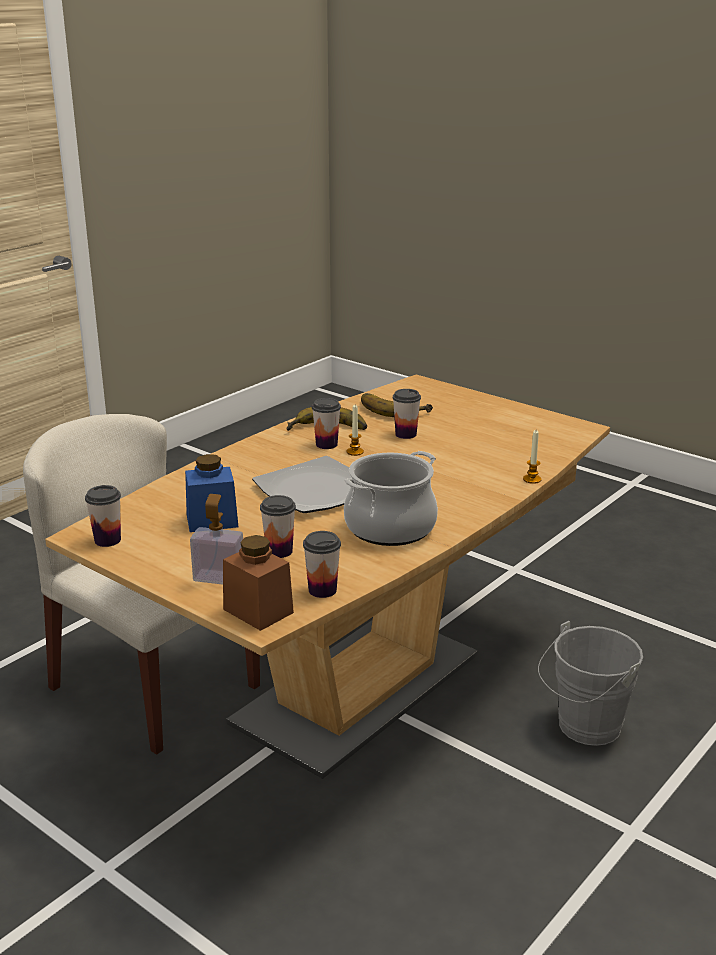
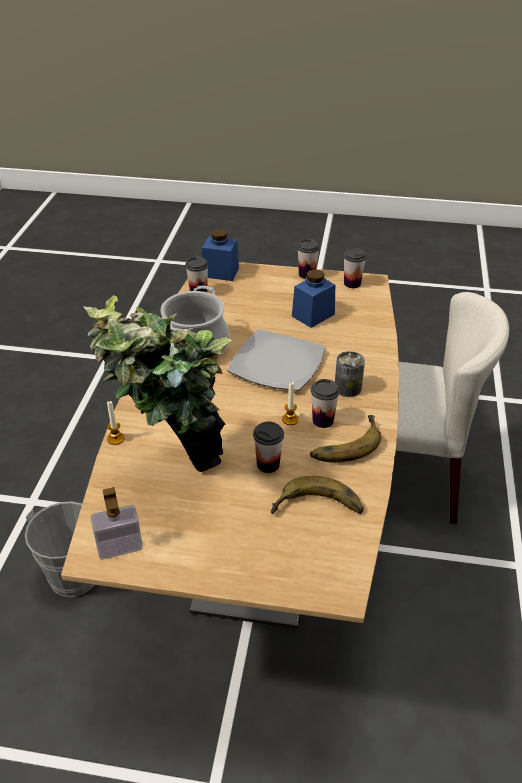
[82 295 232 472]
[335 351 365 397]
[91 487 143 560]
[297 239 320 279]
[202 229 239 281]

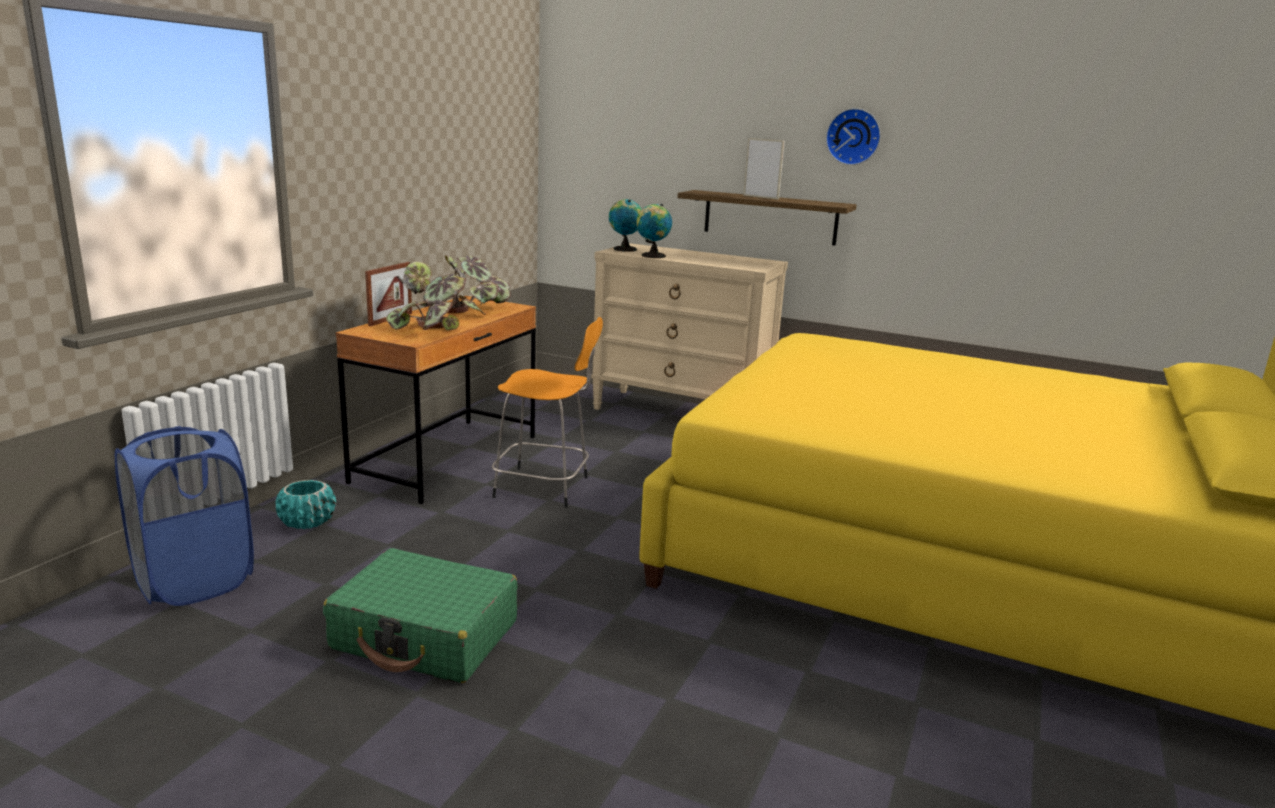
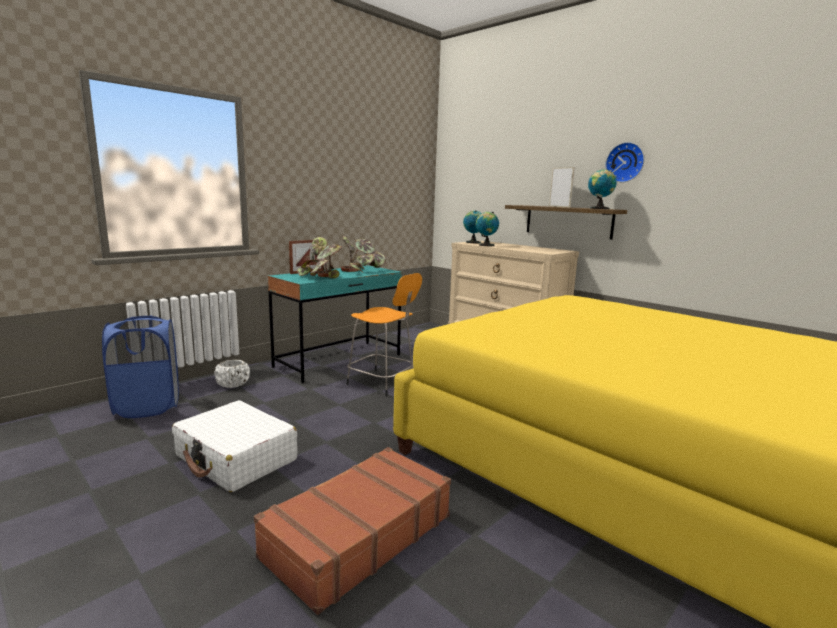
[254 447 451 615]
[588 170 617 209]
[214 359 250 388]
[172 400 297 492]
[268 265 402 383]

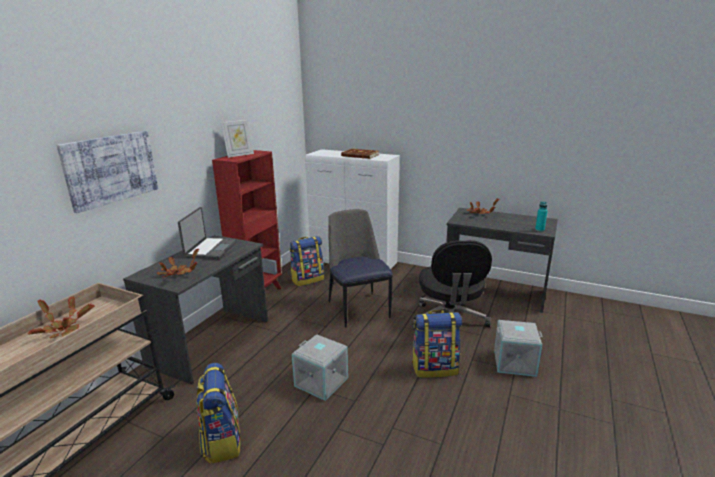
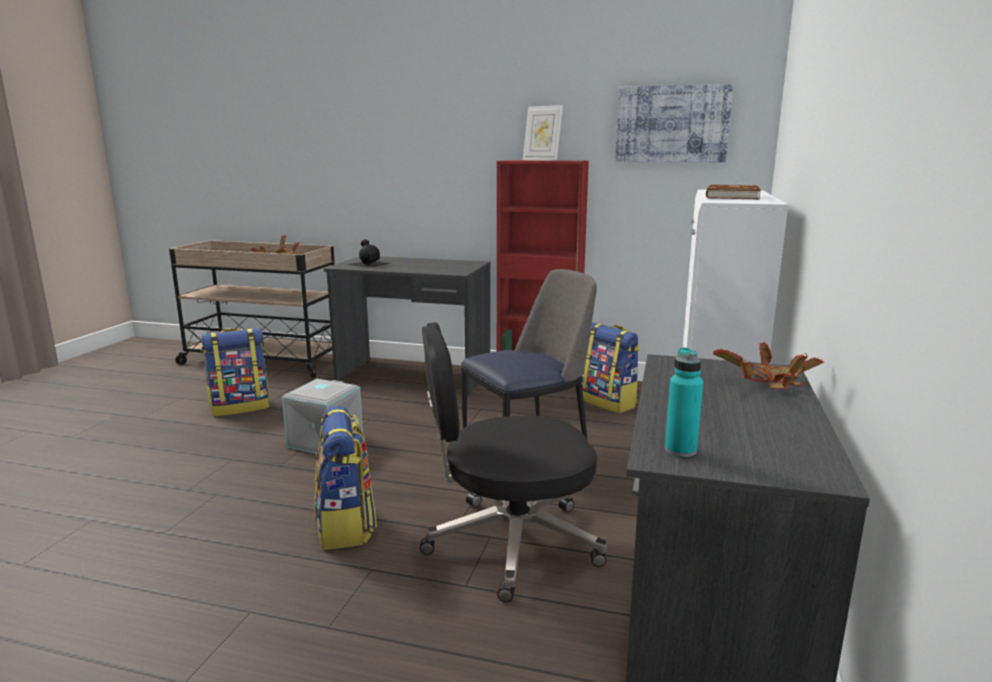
[178 207 237 259] (first image)
[494 320 543 377] (first image)
[615 84 733 162]
[347 239 391 268]

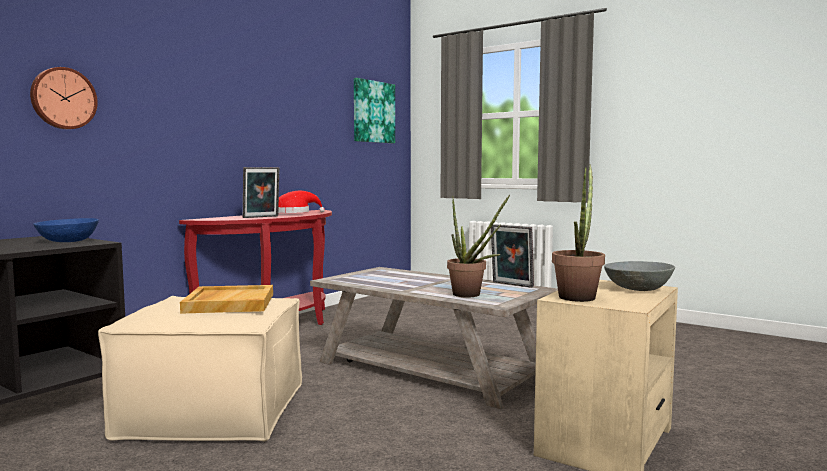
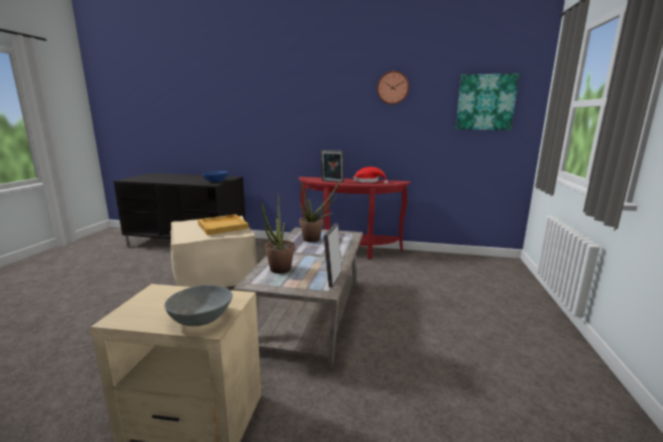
[377 71 409 105]
[299 178 342 242]

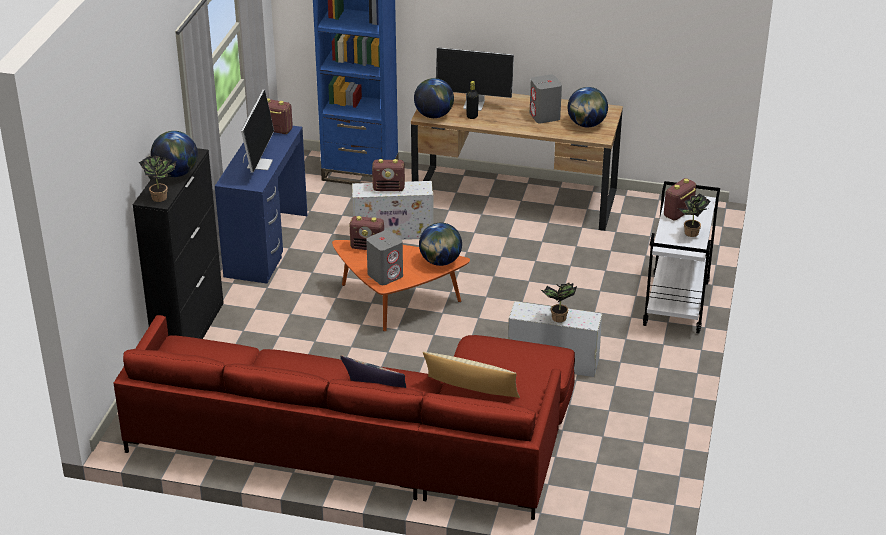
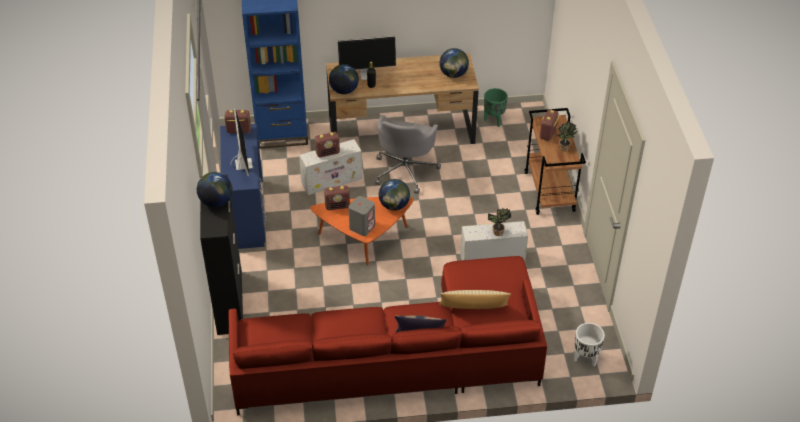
[139 156 176 202] (first image)
[530 75 562 123] (first image)
[375 115 441 194]
[484 88 508 127]
[573 323 605 366]
[525 108 586 215]

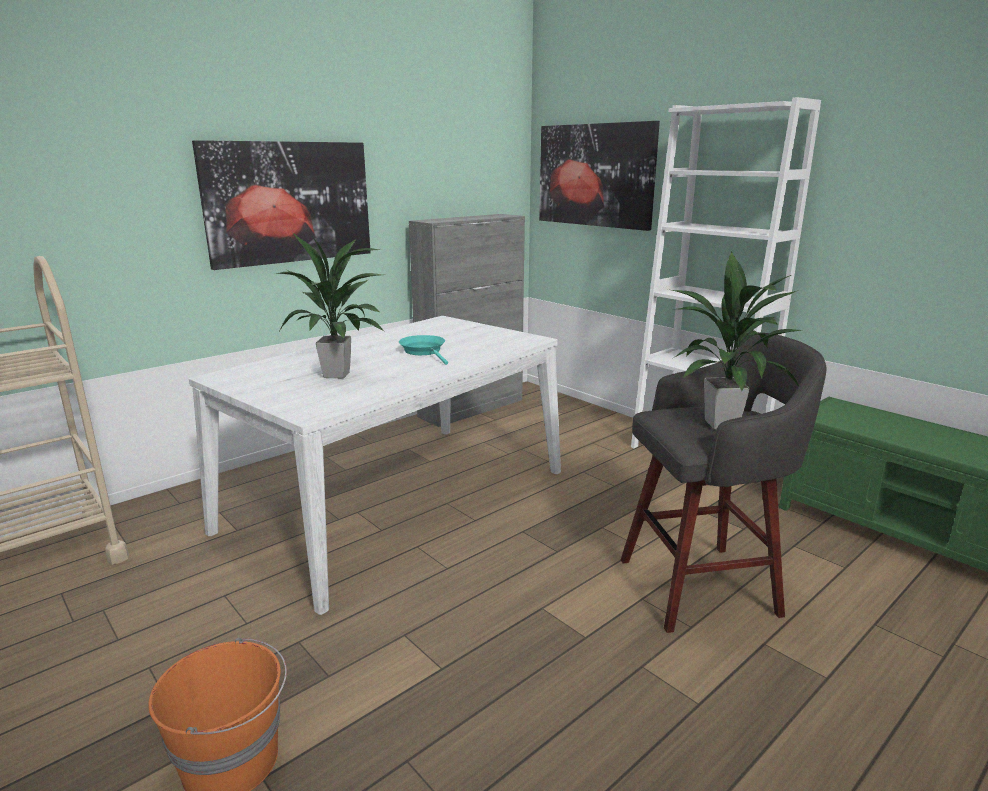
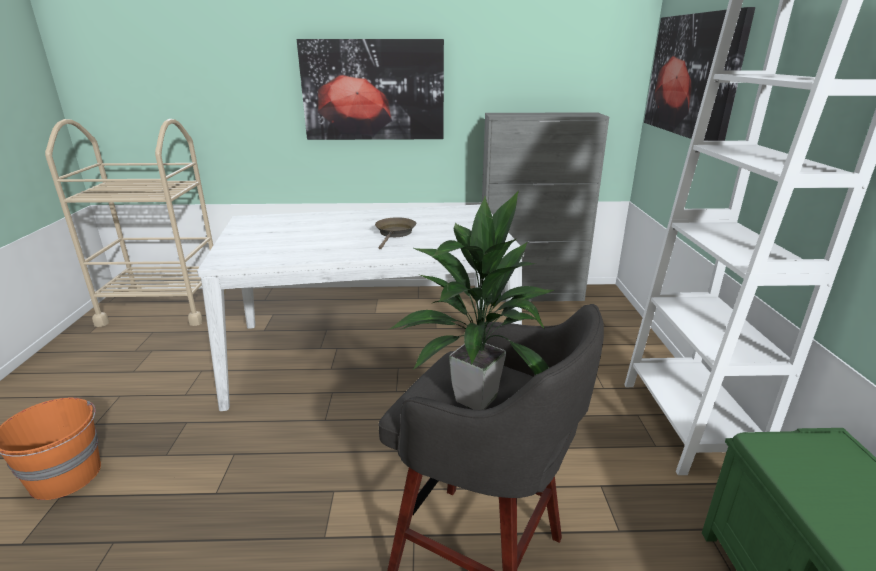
[276 233 384 378] (first image)
[375 217 416 249]

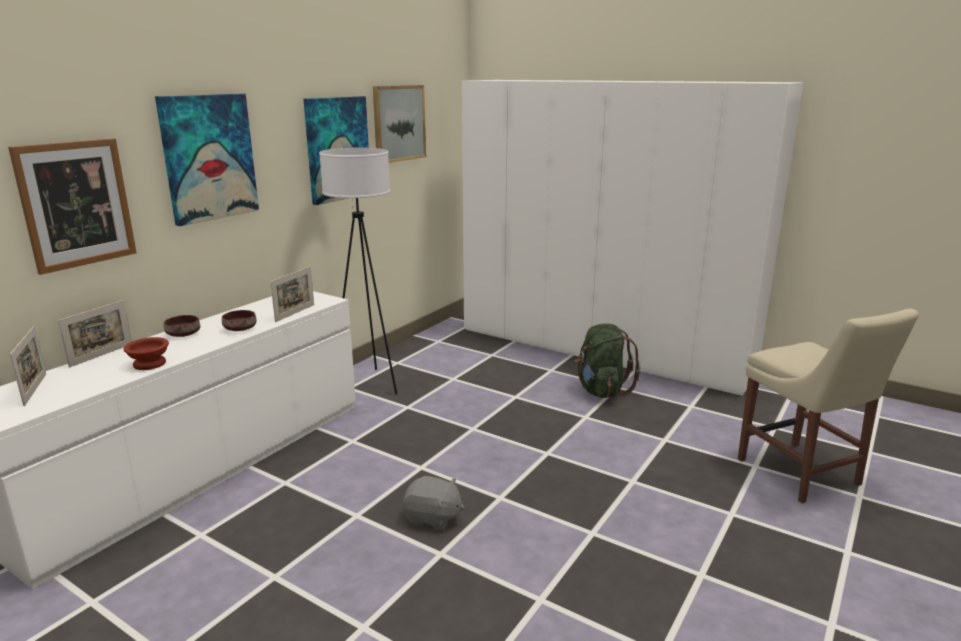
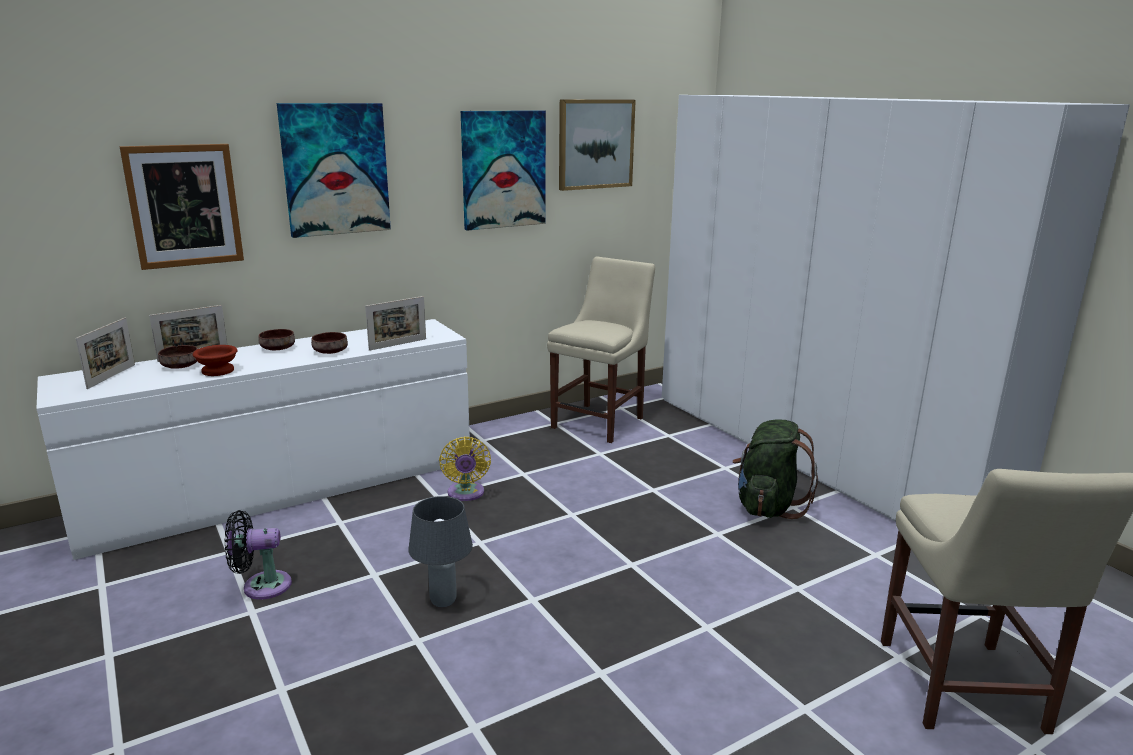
[319 148 397 395] (first image)
[158 345 198 369]
[225 510 292 600]
[439 437 491 501]
[547 257 655 443]
[408 496 473 607]

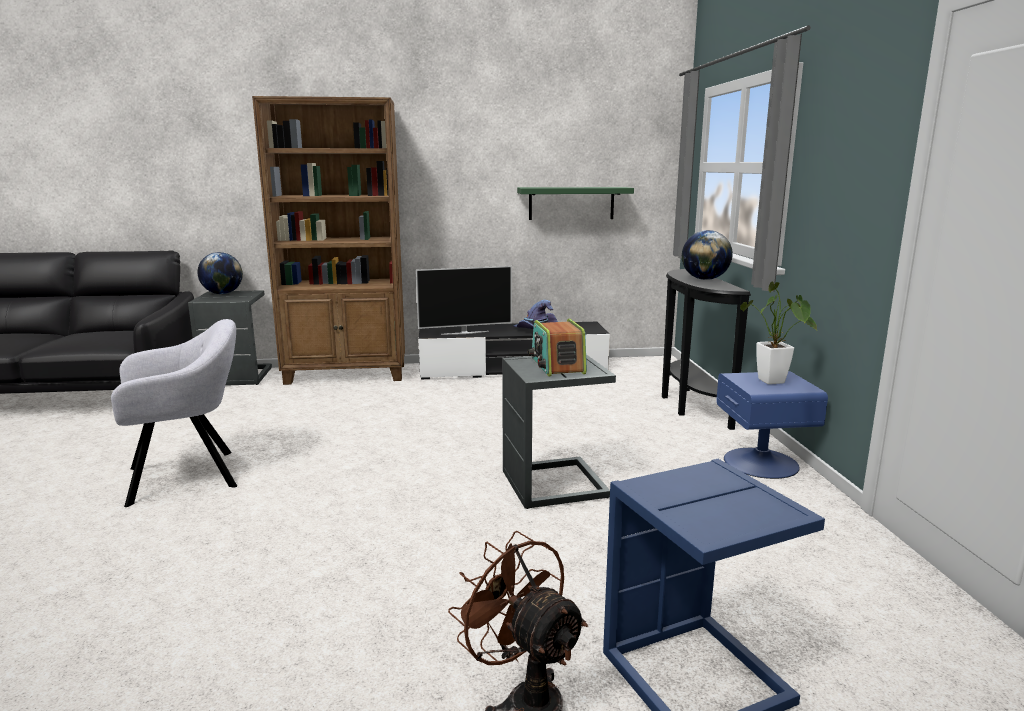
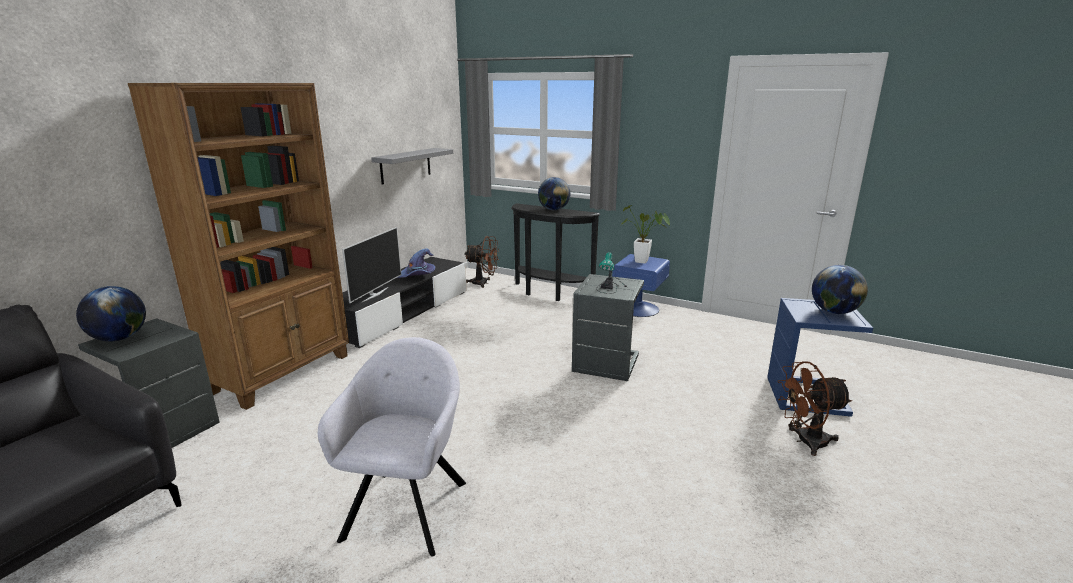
[465 236 499 288]
[812 265 868 314]
[596 252 627 294]
[371 148 453 185]

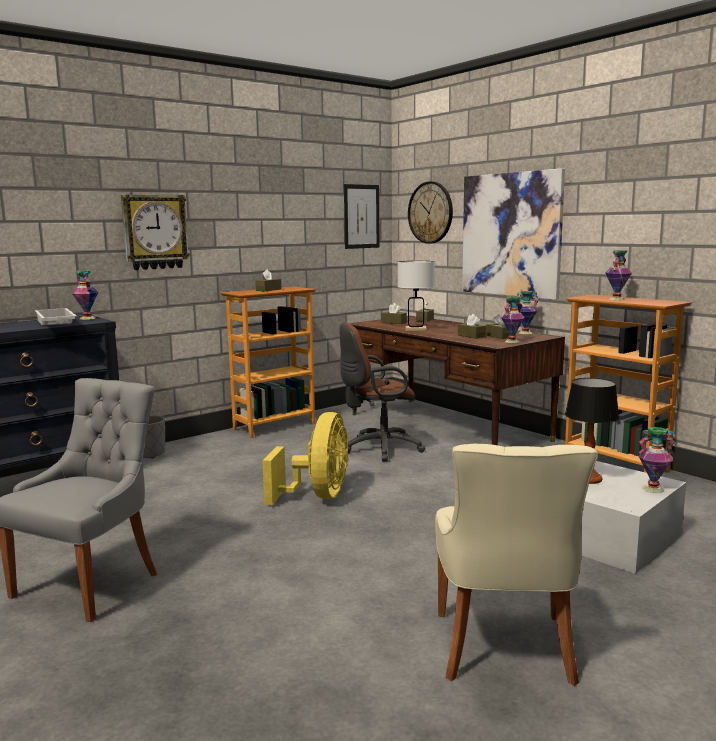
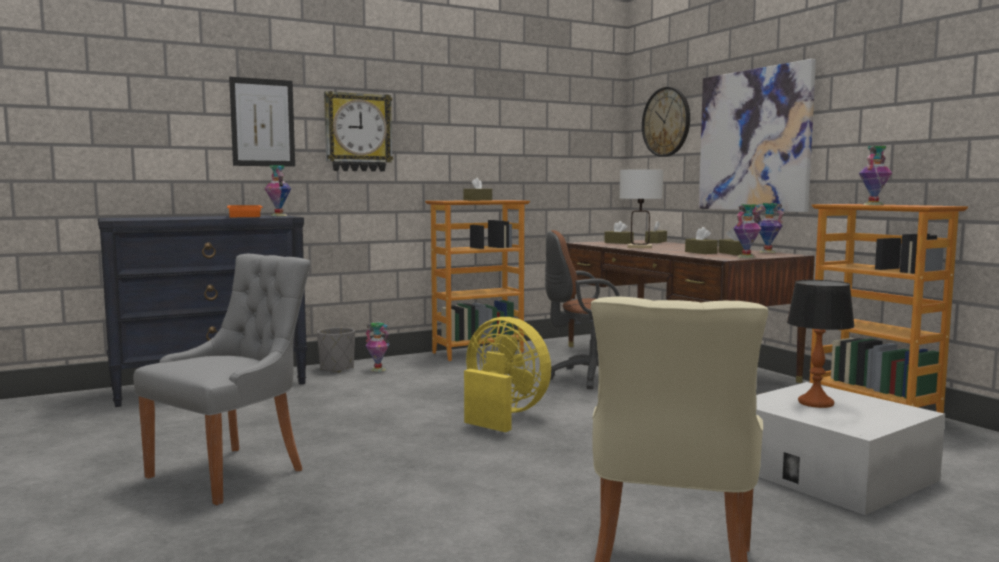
[229 77 295 167]
[365 323 389 372]
[227 205 263 217]
[464 317 551 432]

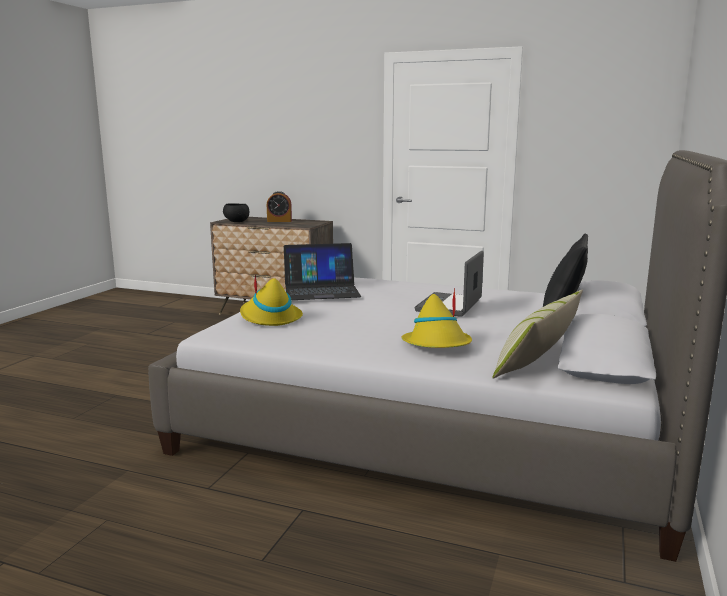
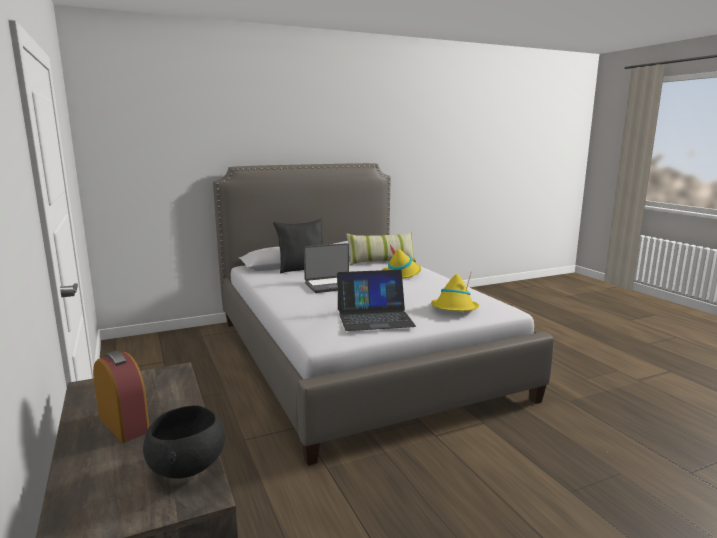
[337 270 416 331]

